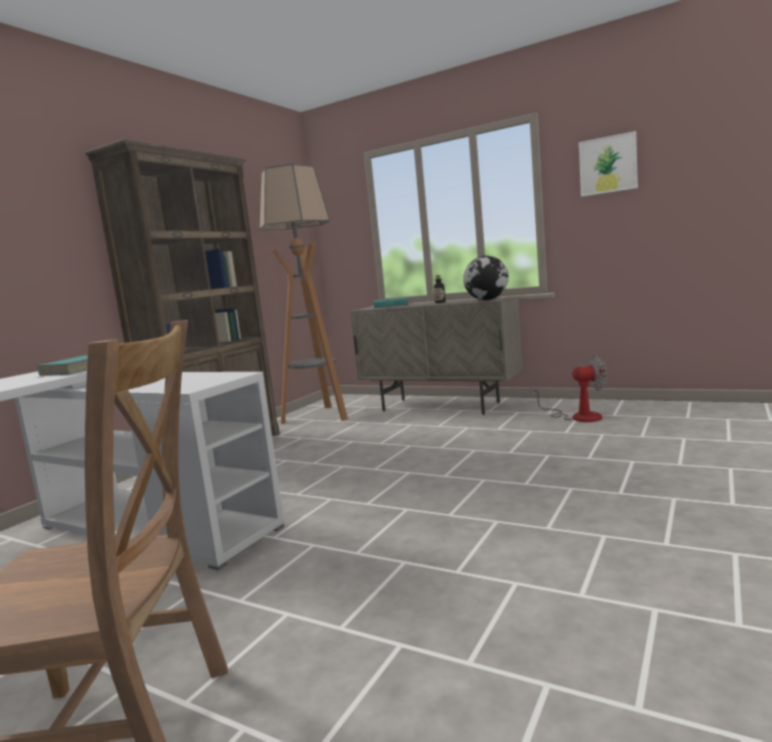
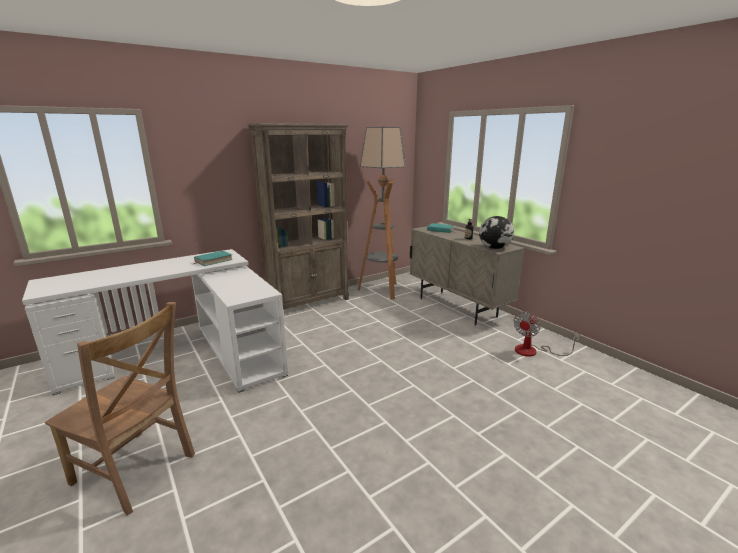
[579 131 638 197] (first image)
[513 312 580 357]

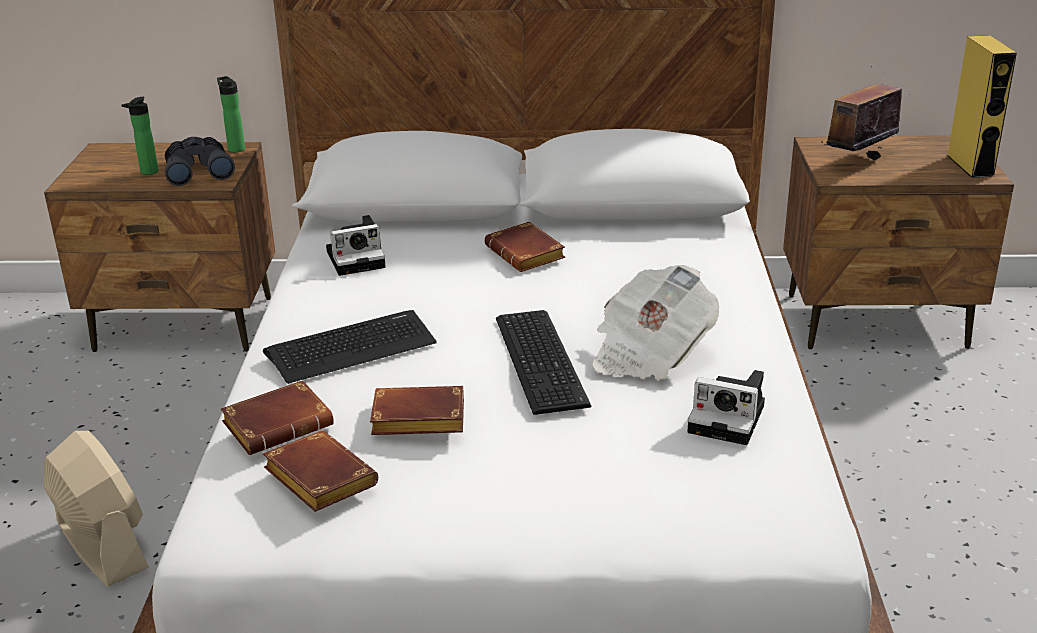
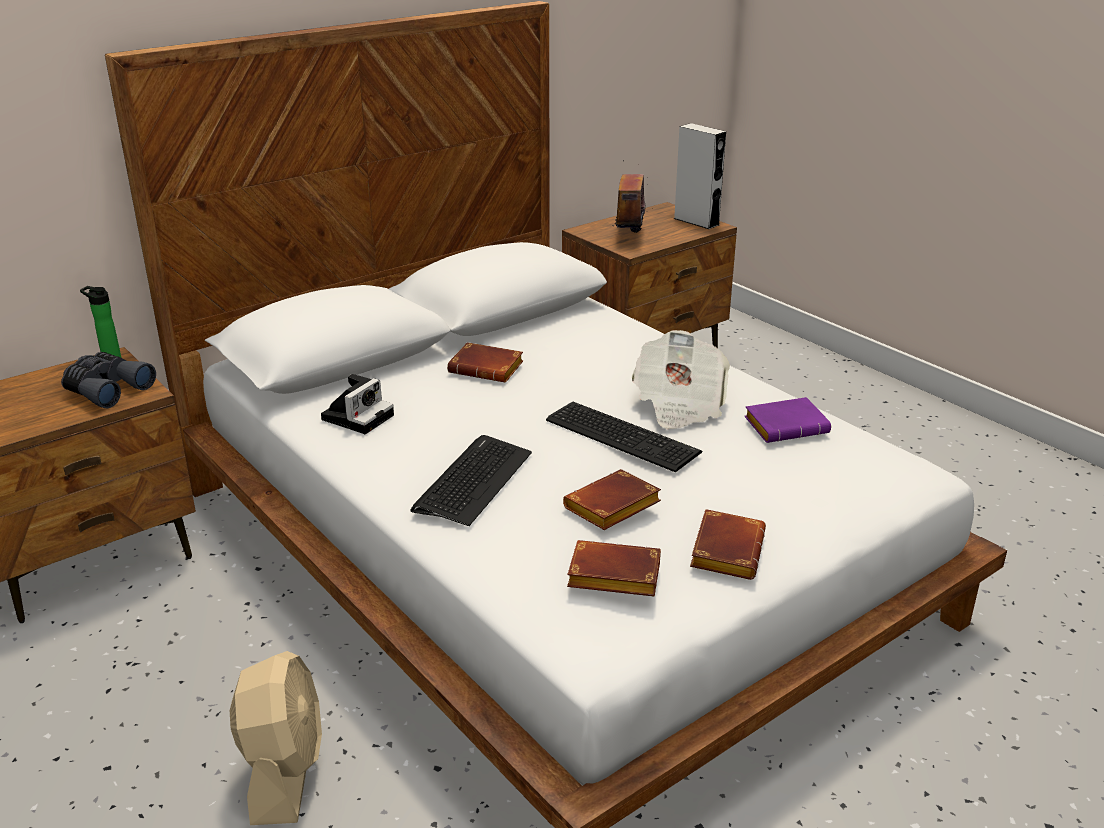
[122 97 158 175] (first image)
[690 509 766 580]
[744 397 831 443]
[673 123 726 229]
[230 651 322 825]

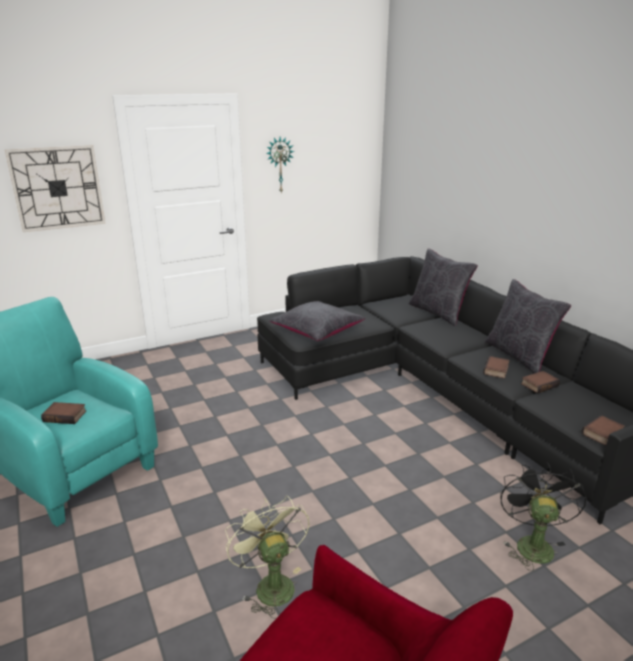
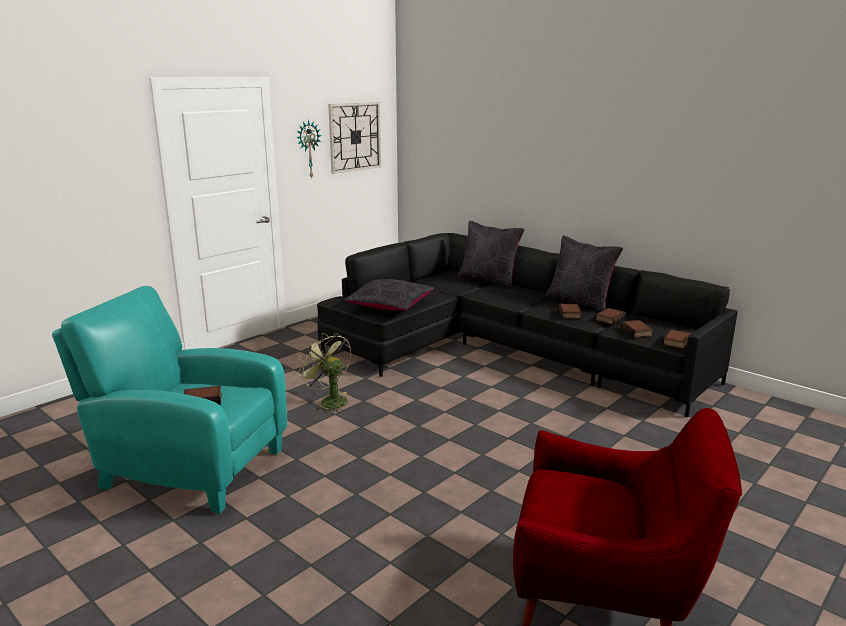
[500 462 587 571] (first image)
[621 320 653 338]
[328 102 381 174]
[298 333 351 413]

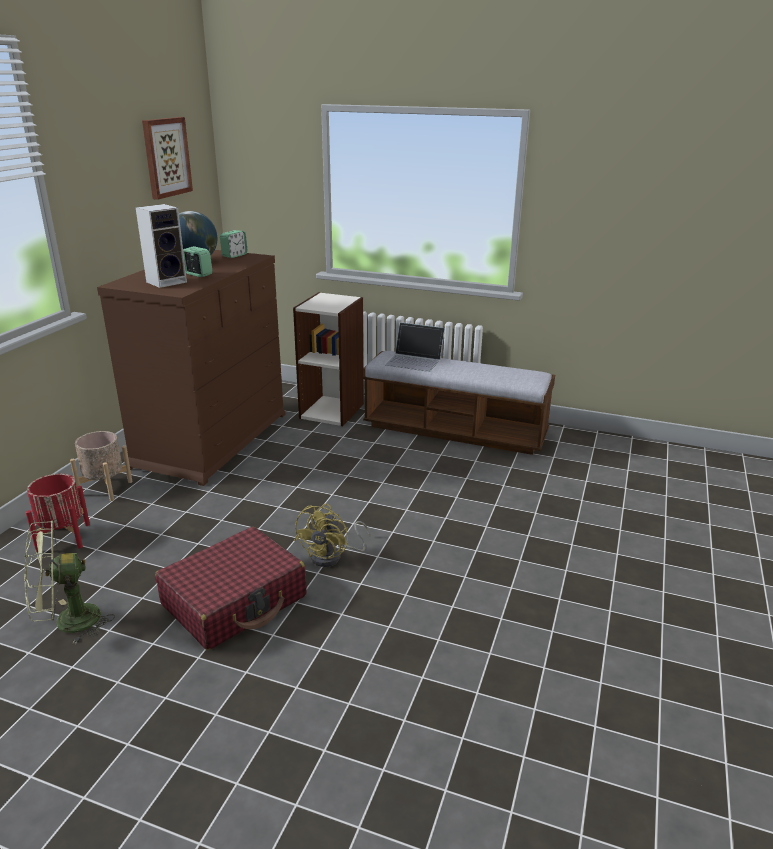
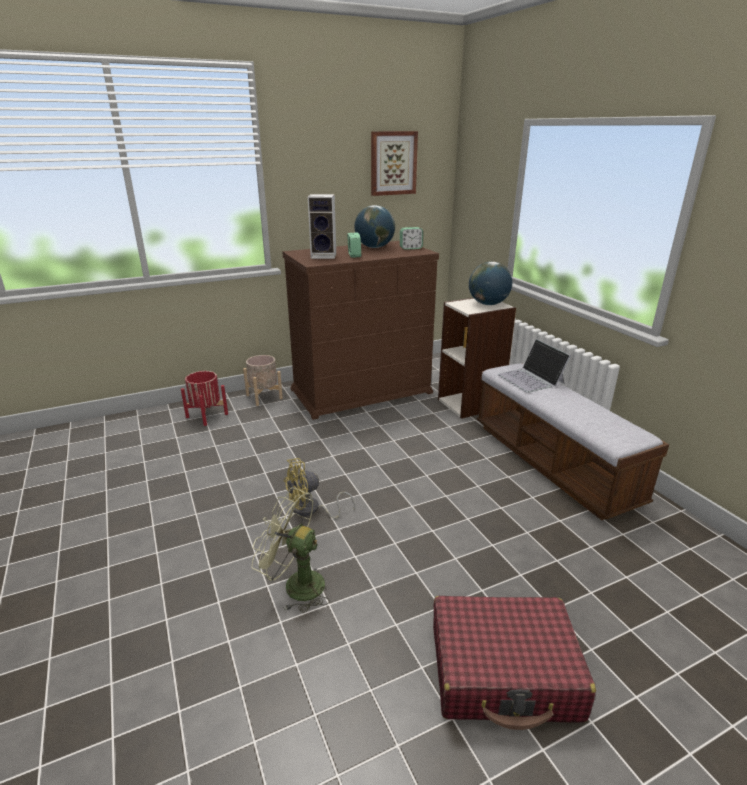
[469 262 512 305]
[252 488 330 613]
[433 596 596 730]

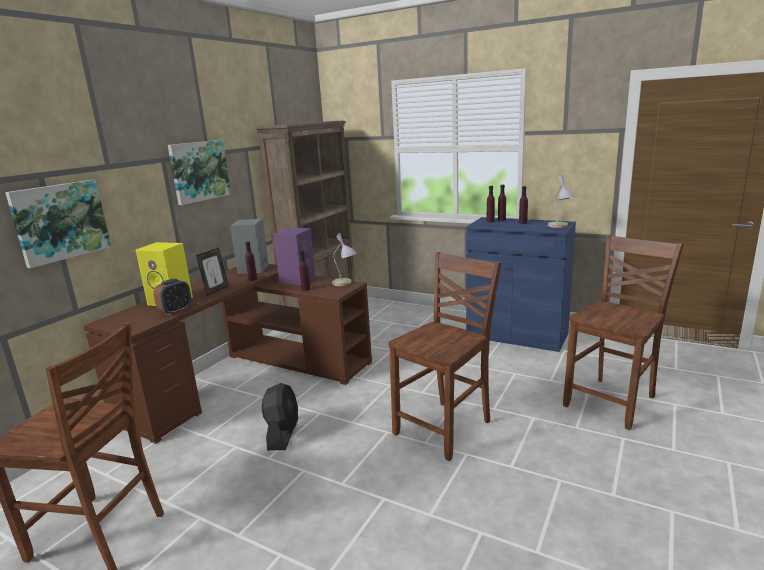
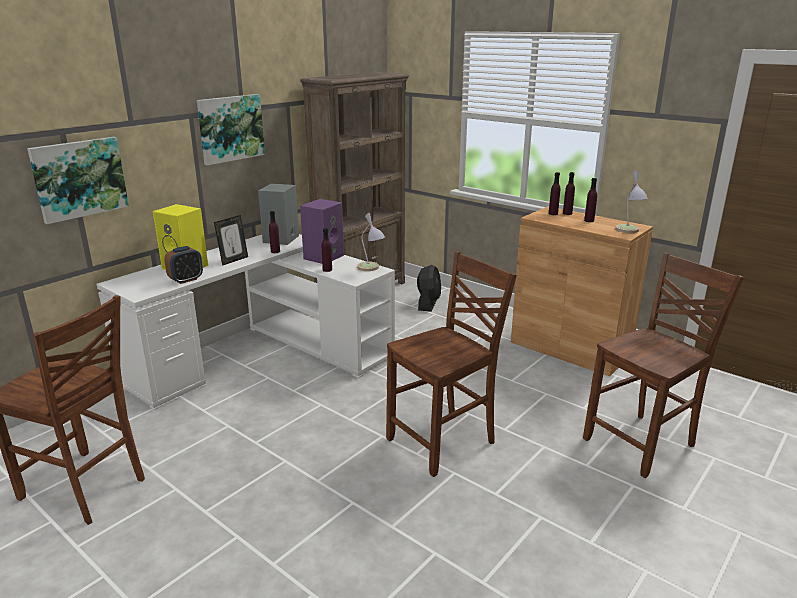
[417 265 441 312]
[97 234 395 410]
[511 206 653 376]

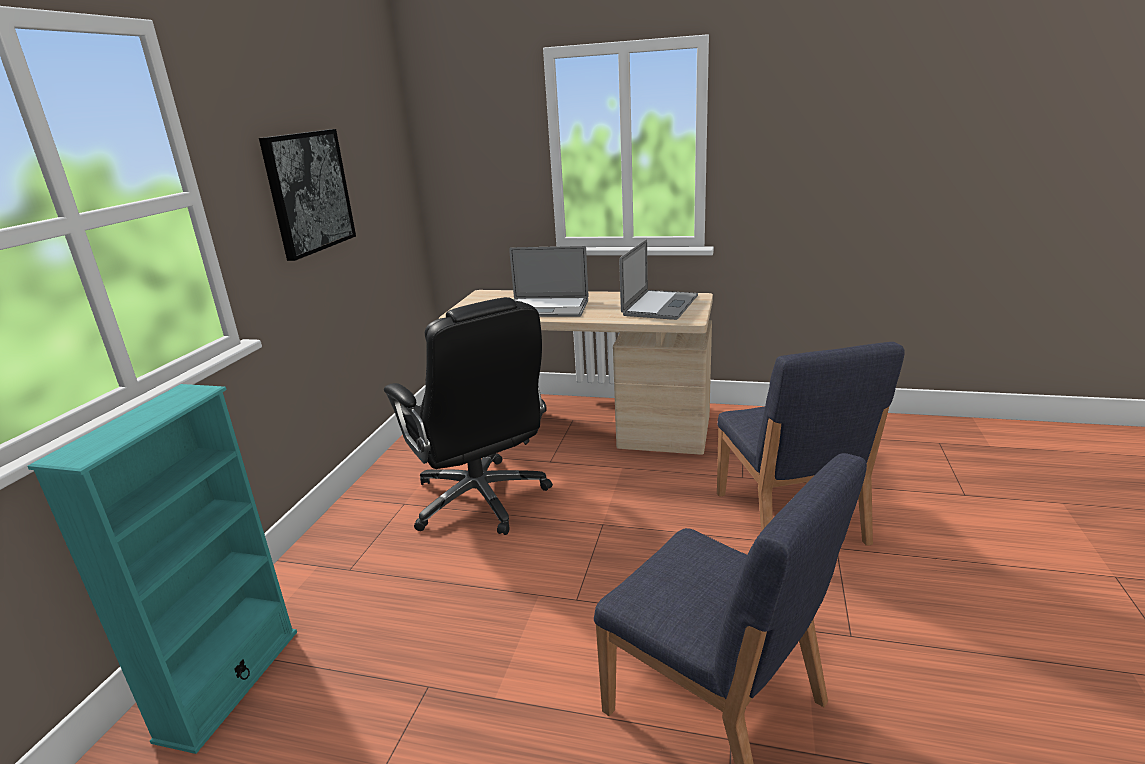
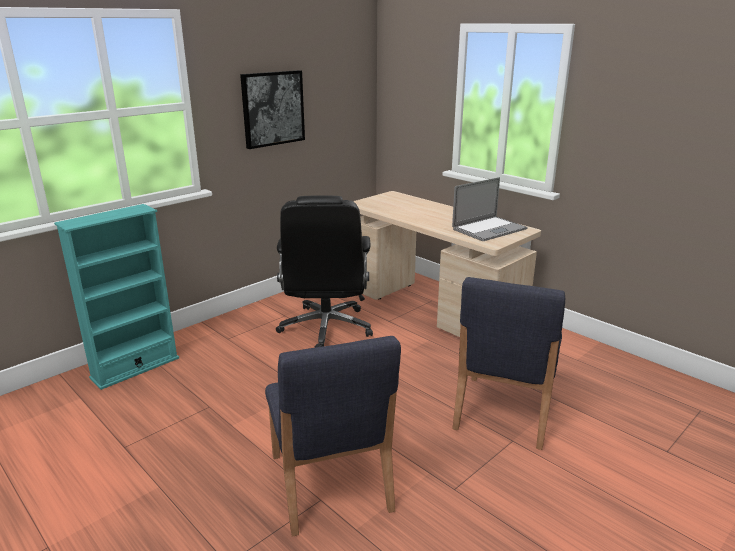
[509 246 589 317] (first image)

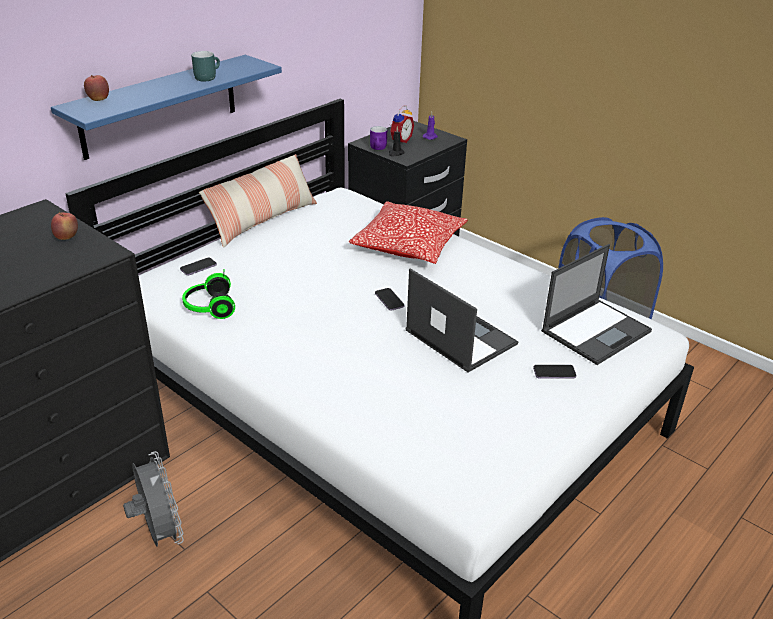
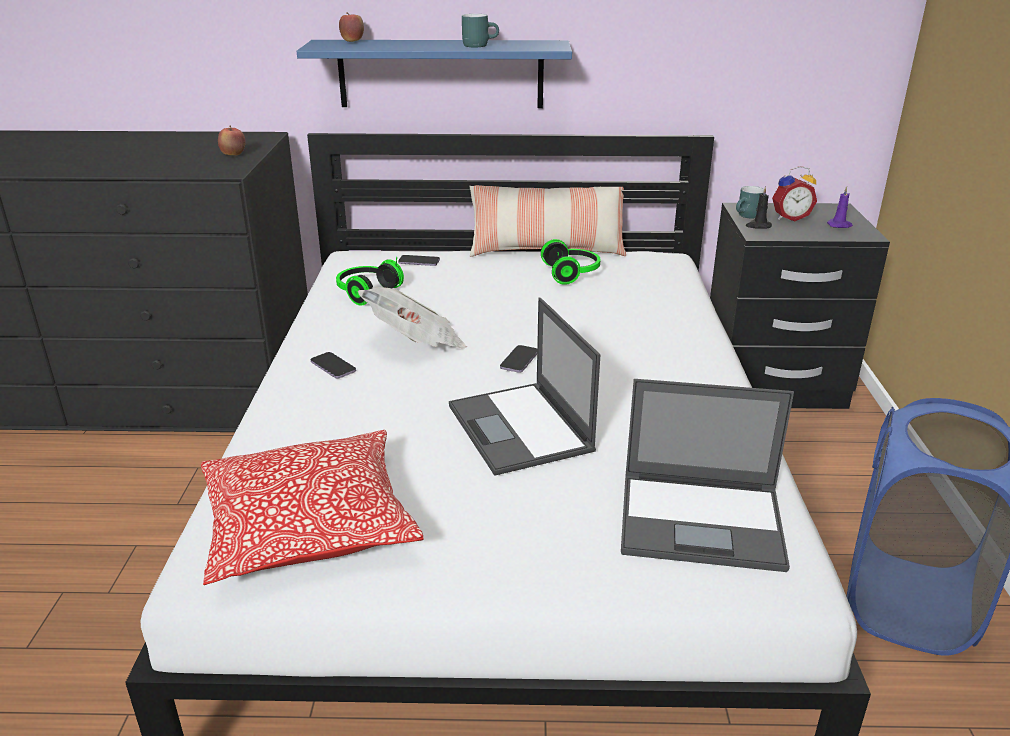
[123 451 184 547] (first image)
[358 287 467 348]
[541 239 601 285]
[201 430 423 585]
[311 352 356 378]
[736 186 764 219]
[449 298 601 476]

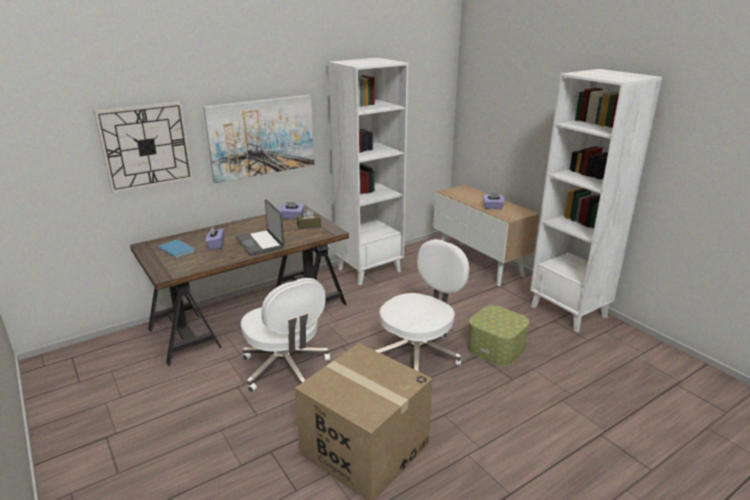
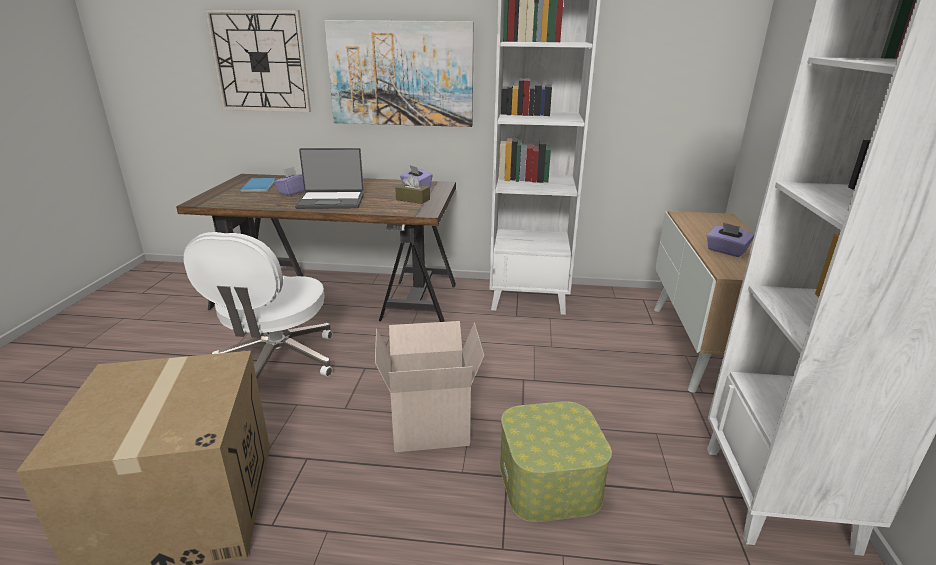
[375 321 484 452]
[295 148 364 209]

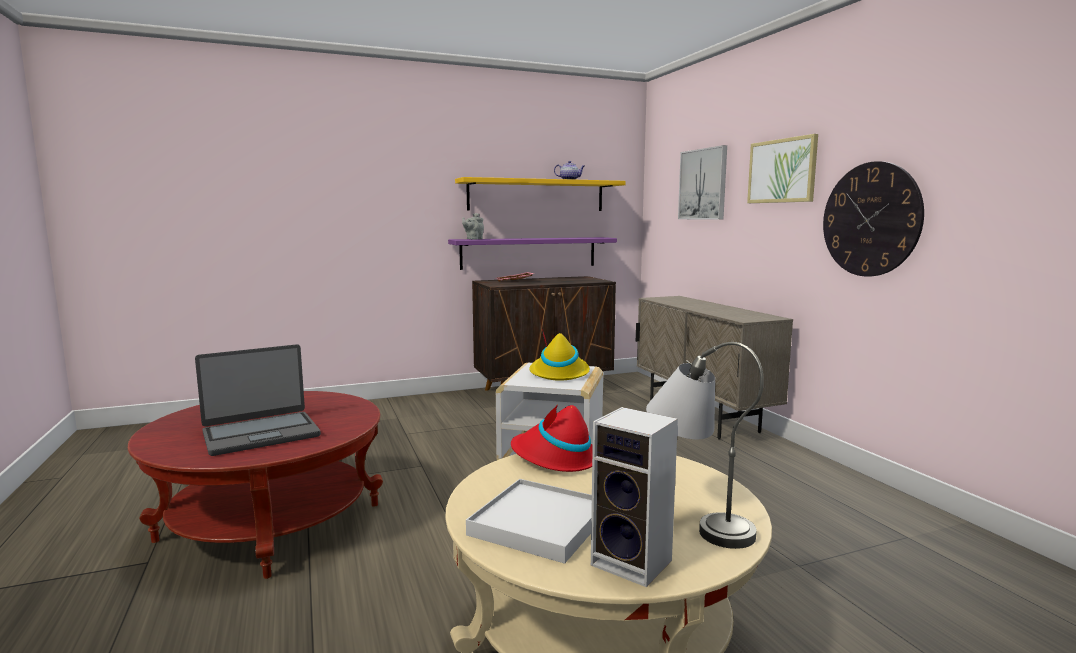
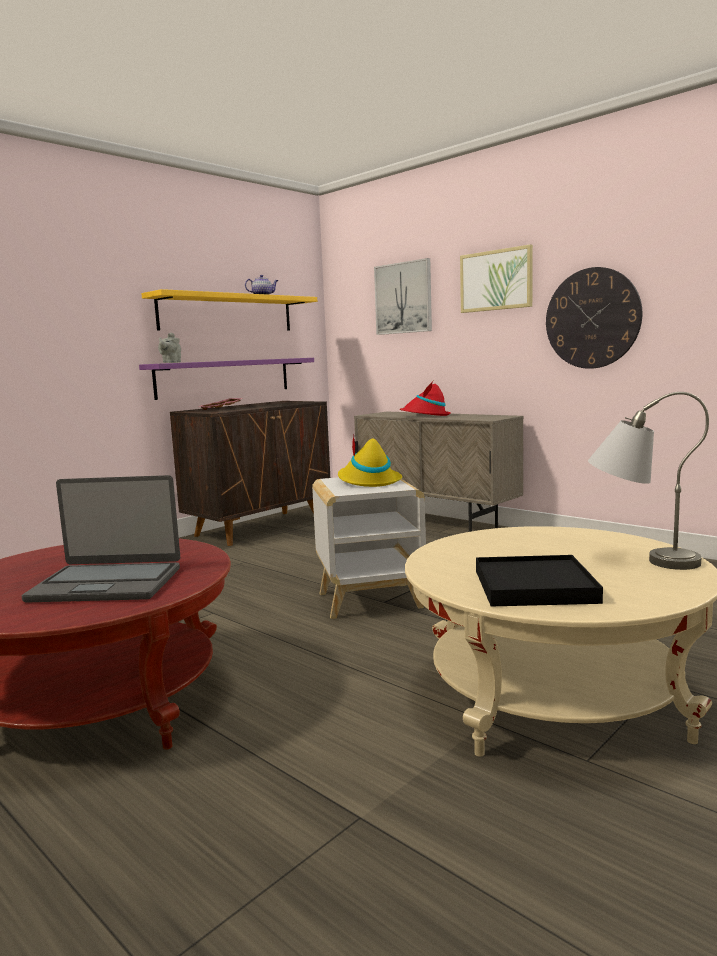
[591 407 678 587] (first image)
[400 381 451 416]
[476 555 603 607]
[22 475 180 603]

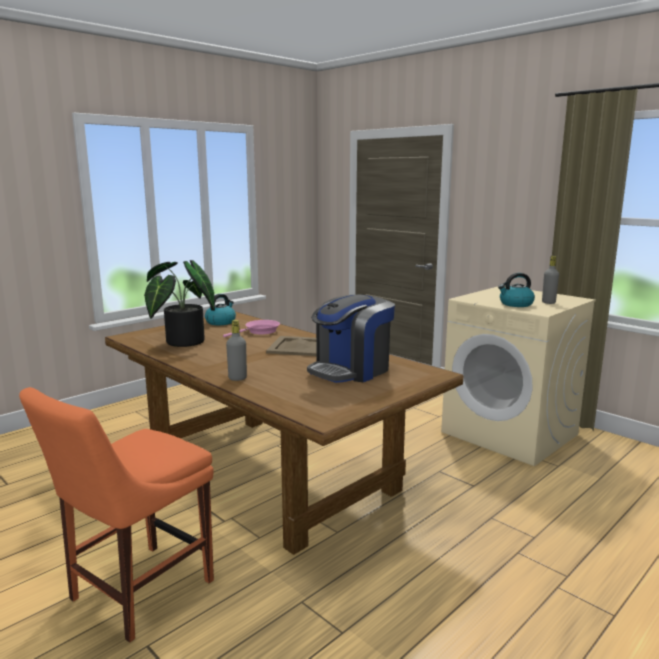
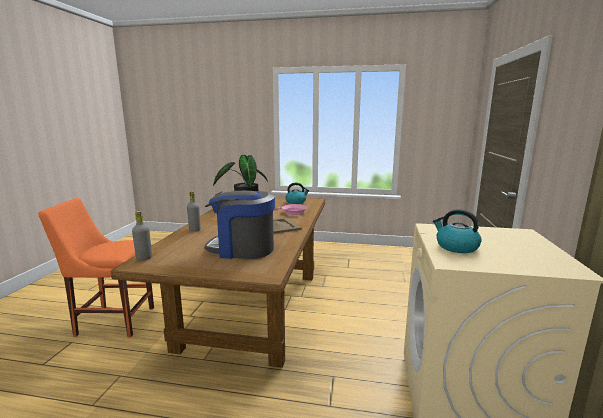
[132 211 152 260]

